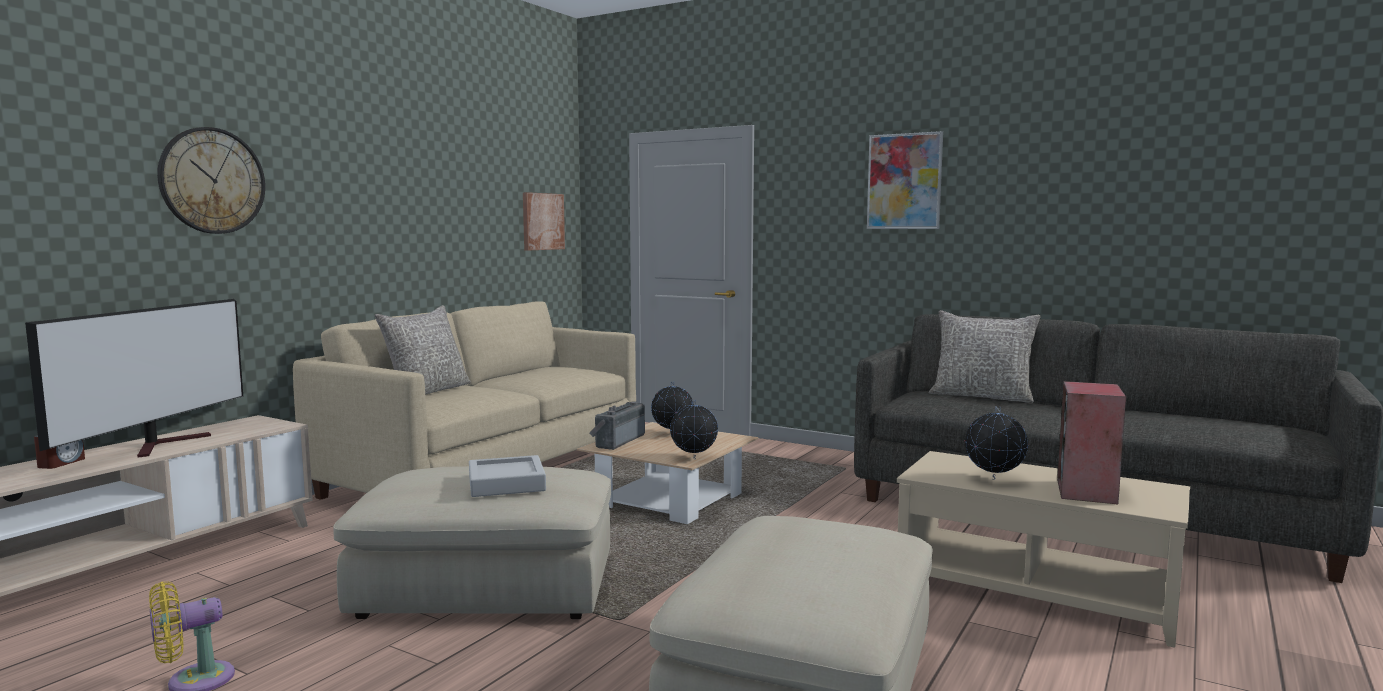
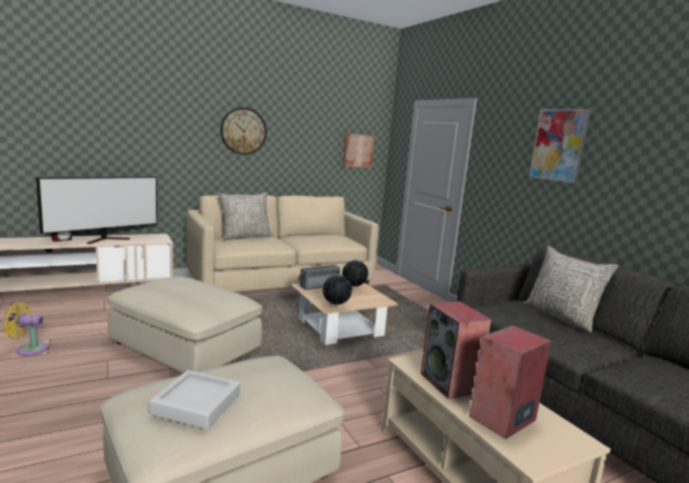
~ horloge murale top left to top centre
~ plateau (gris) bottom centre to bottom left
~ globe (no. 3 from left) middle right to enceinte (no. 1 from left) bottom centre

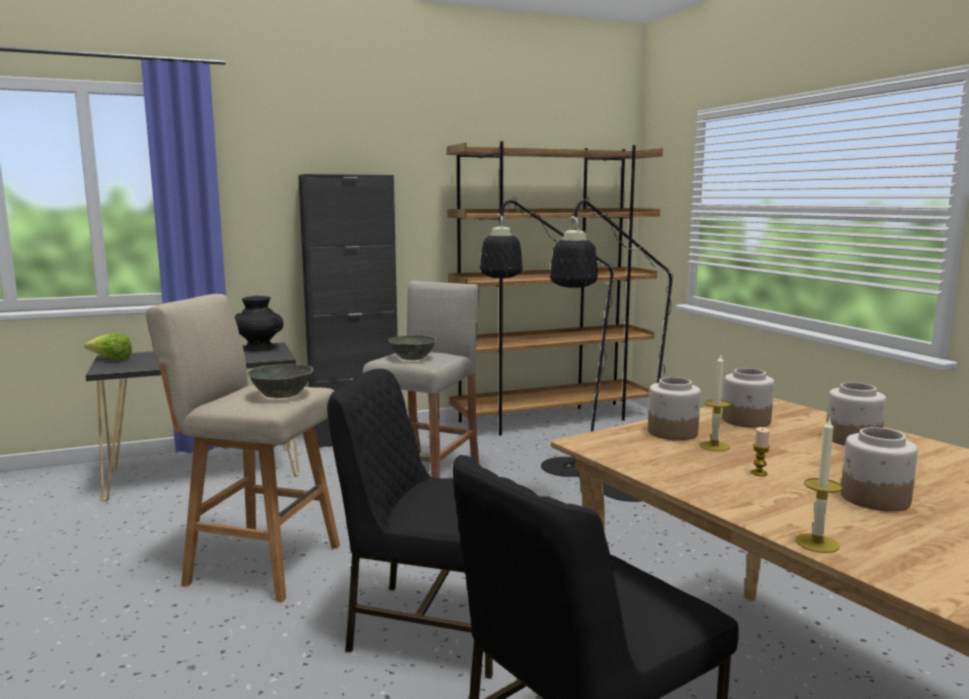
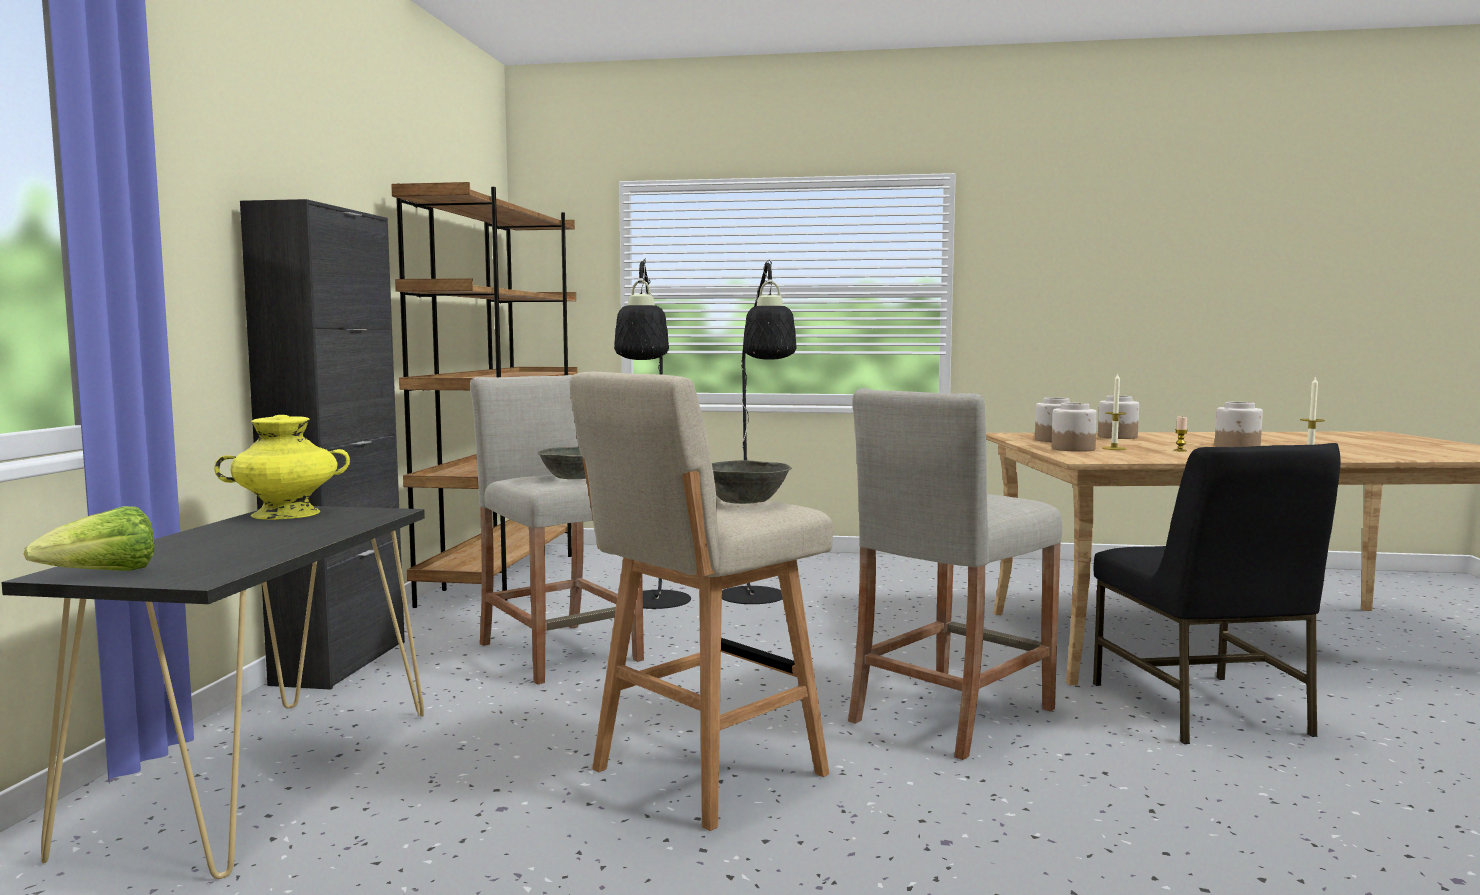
~ chaise (noir) (no. 1 from left) bottom centre to tabouret (beige) (no. 3 from left) centre
~ vase (noir) middle left to vase (jaune) middle left

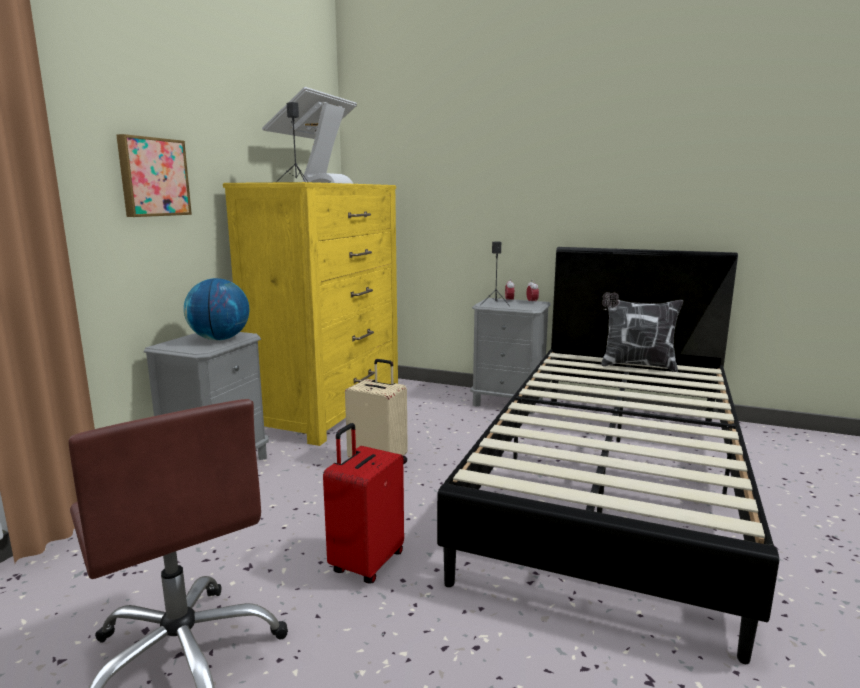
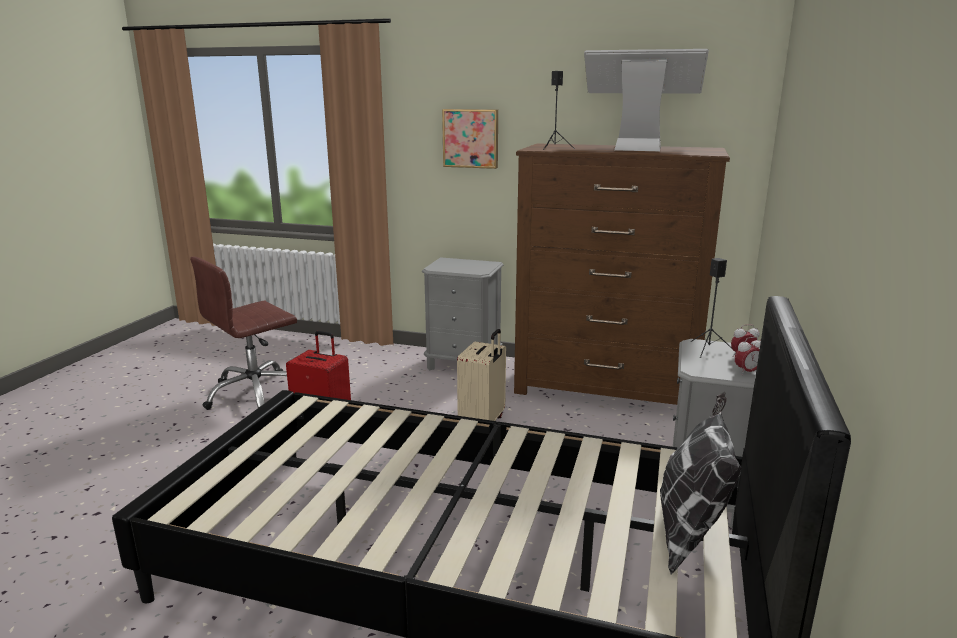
- globe middle left
~ commode (jaune) centre to commode (marron) centre

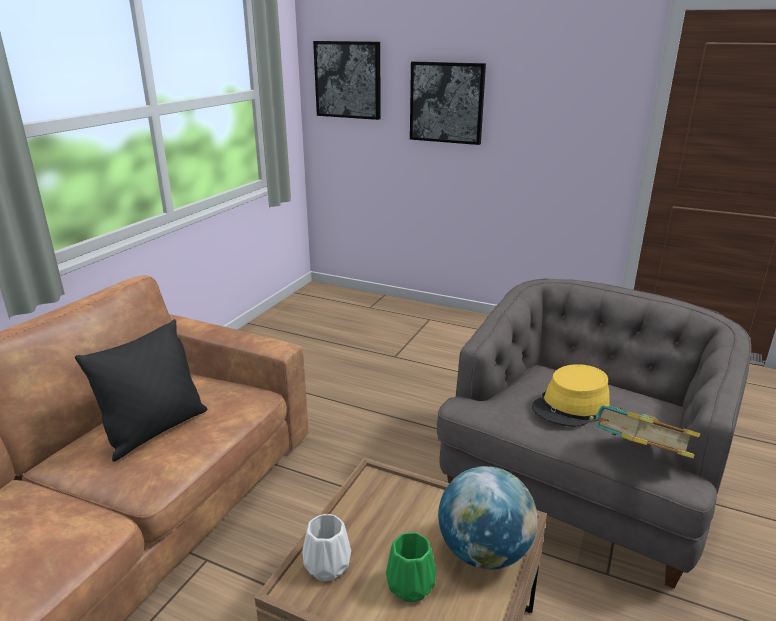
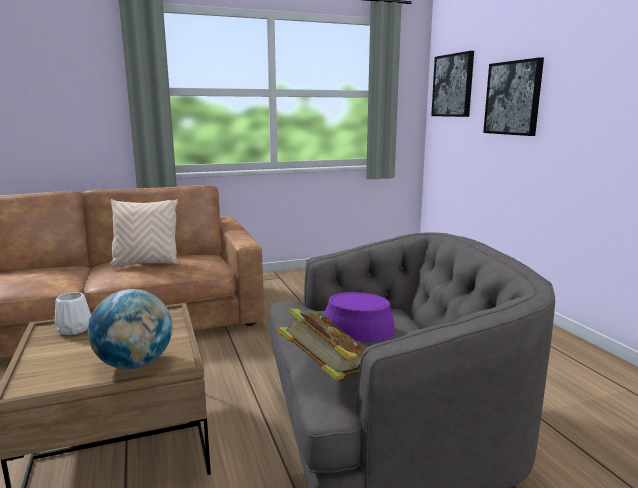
- vase (vert) bottom centre
~ coussin (noir) middle left to coussin (beige) middle left
~ chapeau (jaune) middle right to chapeau (violet) centre

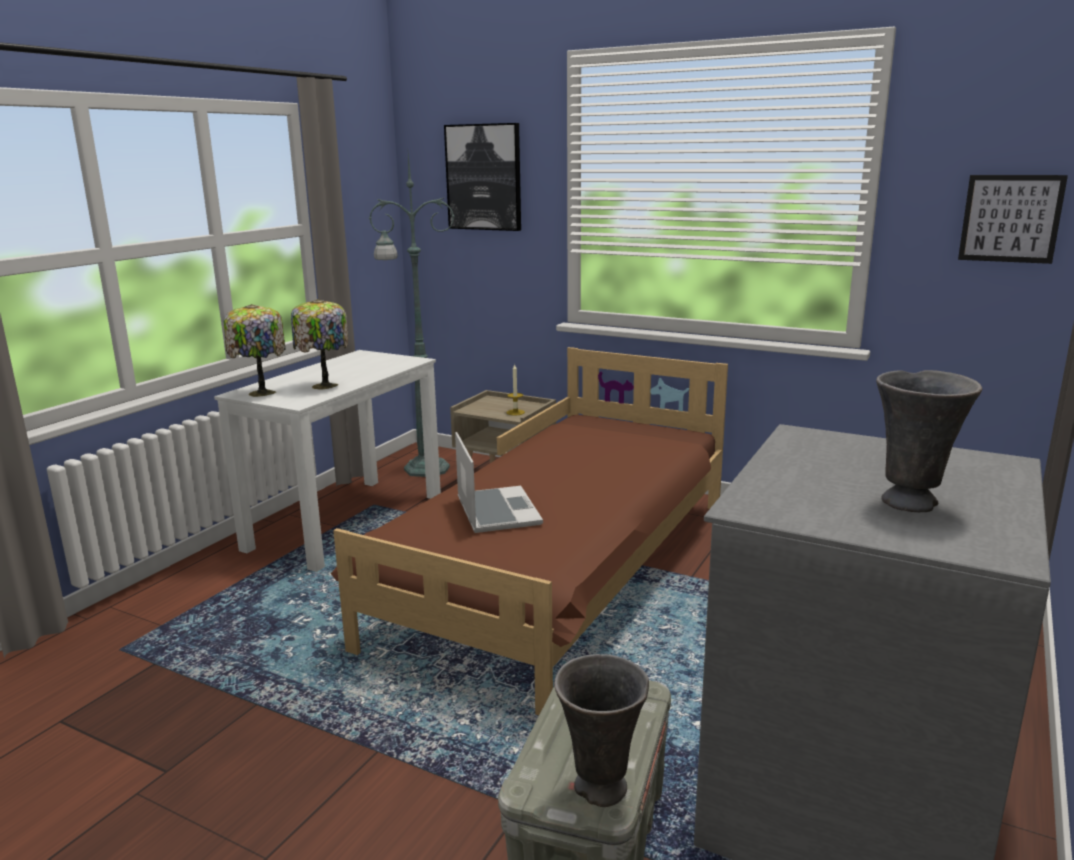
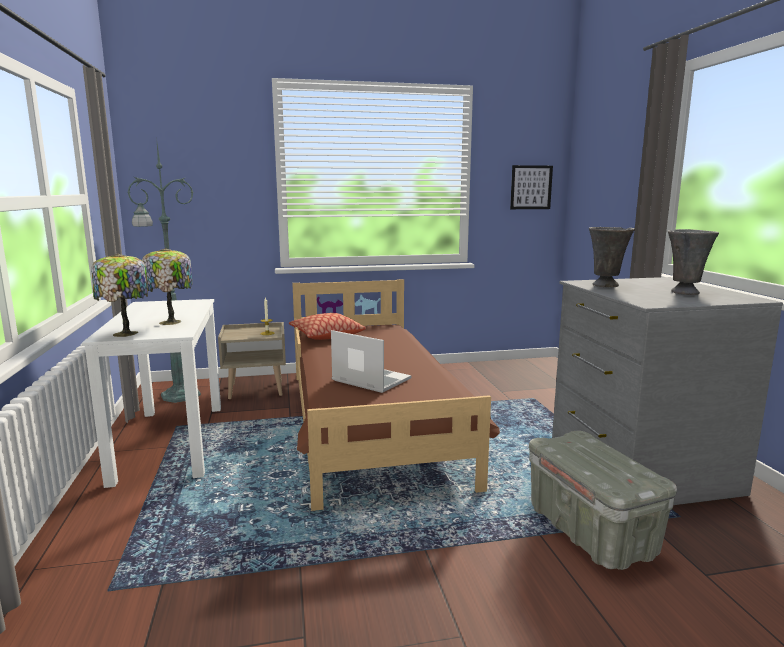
- tableau (no. 1 from left) top centre
+ coussin centre
~ vase (gris) (no. 1 from left) bottom centre to middle right

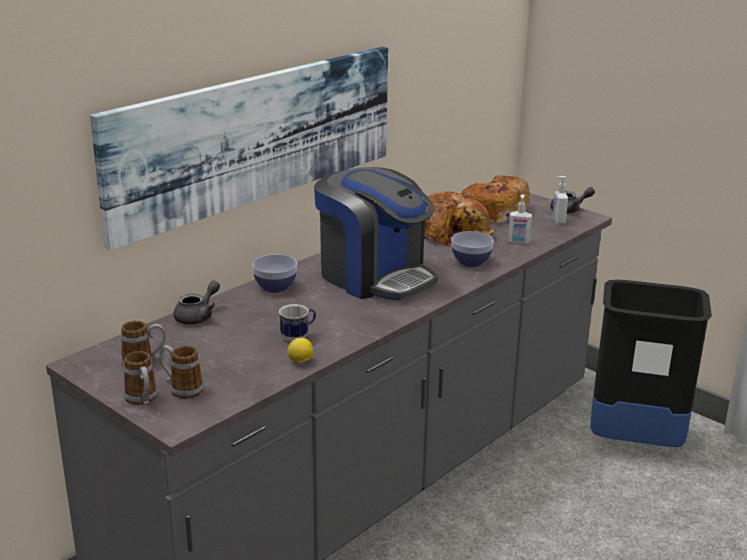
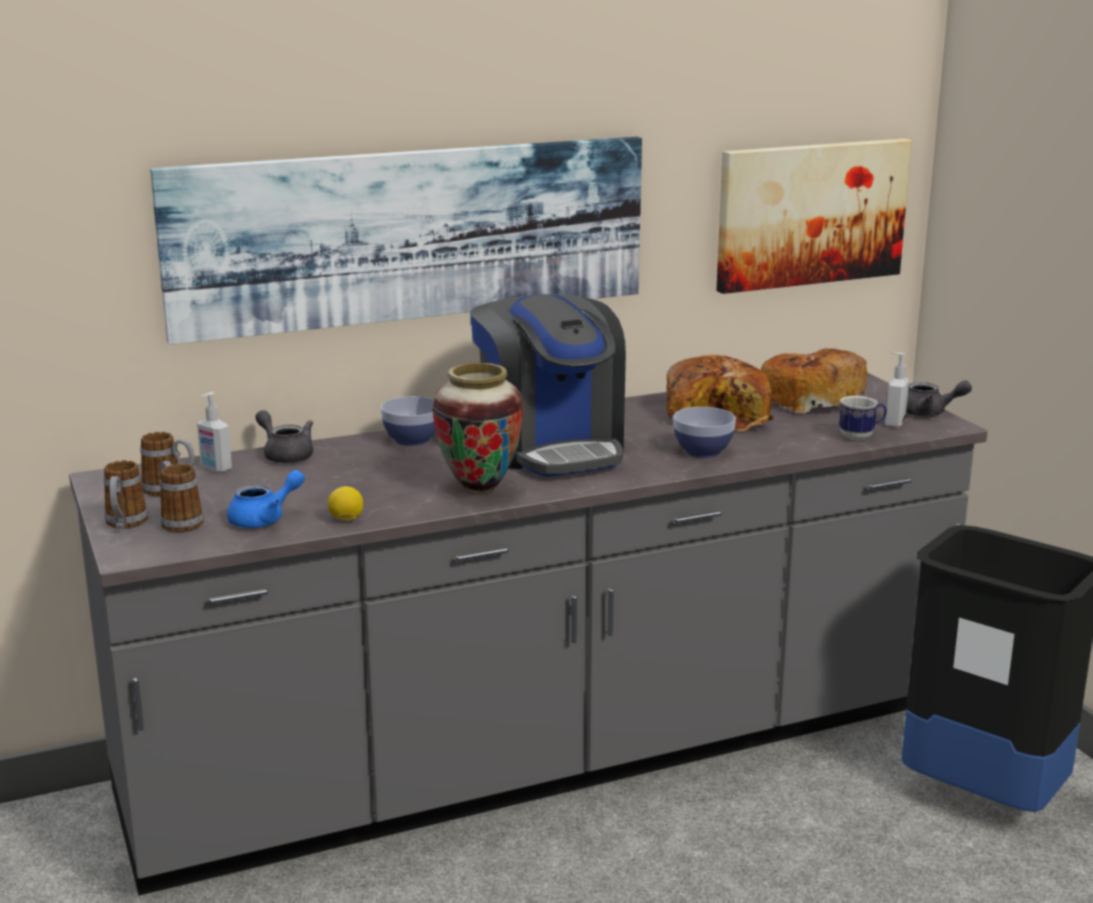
+ théière (bleu) middle left
+ vase centre
+ tableau (no. 2 from left) top right
~ mug (no. 4 from left) centre to middle right
~ distributeur de savon (no. 1 from left) middle right to middle left
~ théière (gris) (no. 1 from left) middle left = middle left 105 degrees counterclockwise

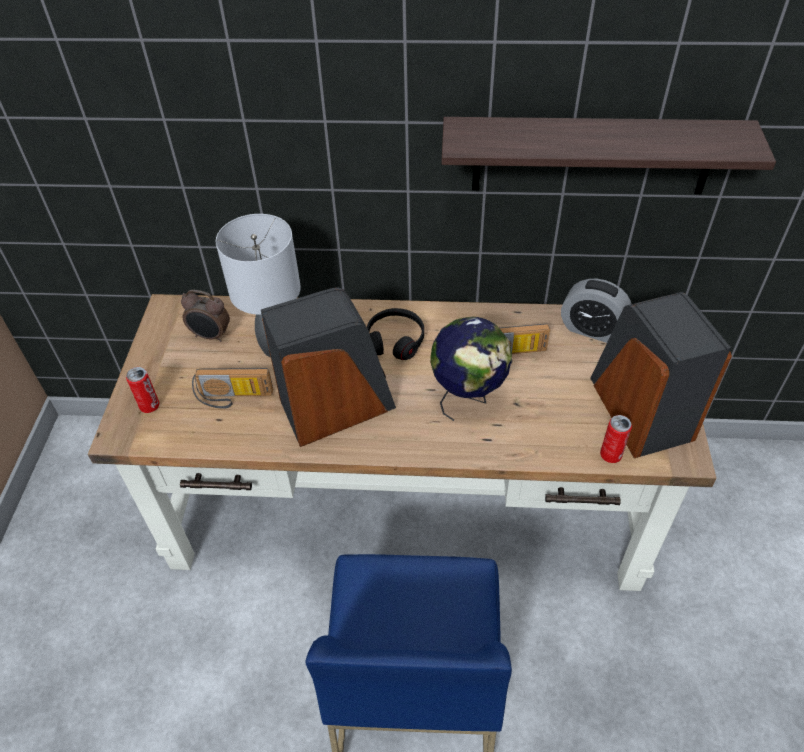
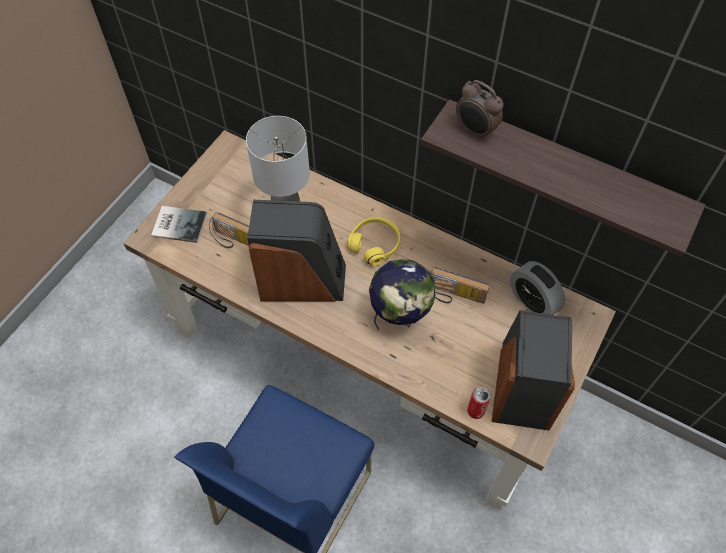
~ réveil (no. 1 from left) middle left to top centre
~ boîte métallique (no. 1 from left) middle left to livre middle left
~ casque audio (noir) centre to casque audio (jaune) centre

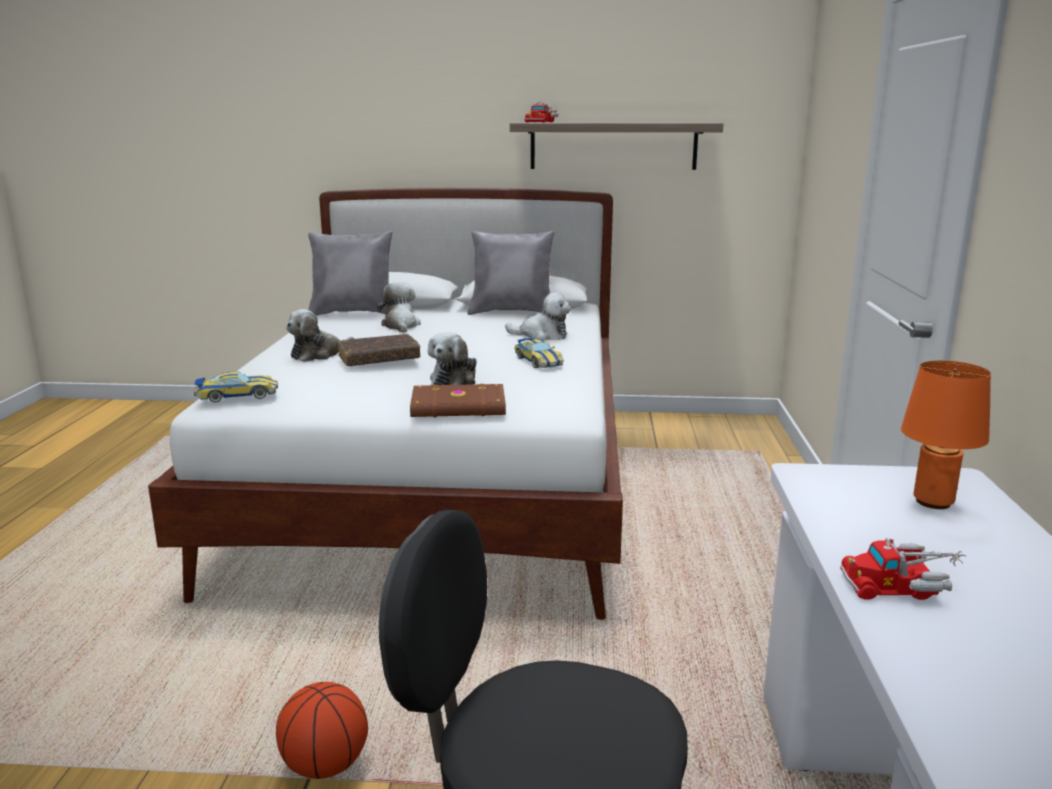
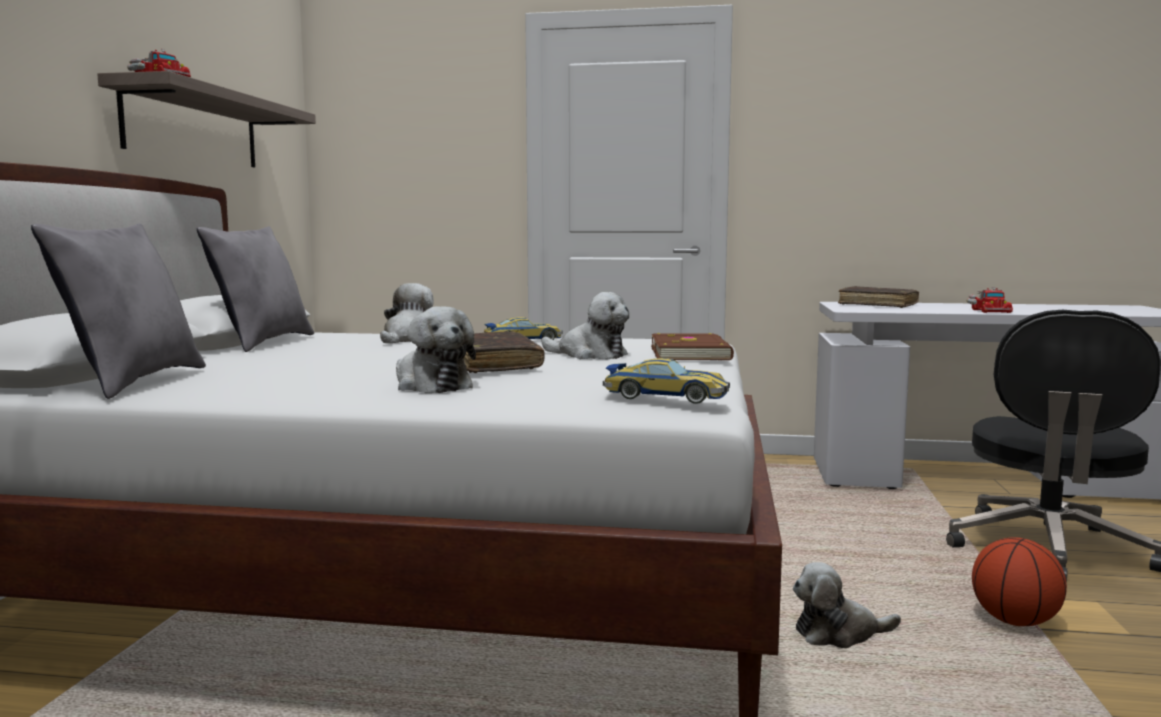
~ peluche (no. 2 from left in the first image) centre to peluche (no. 4 from left) bottom right
~ lampe de table (orange) middle right to livre (marron) (no. 3 from left) middle right
~ petite voiture (no. 1 from left in the first image) middle left = centre 120 degrees clockwise

